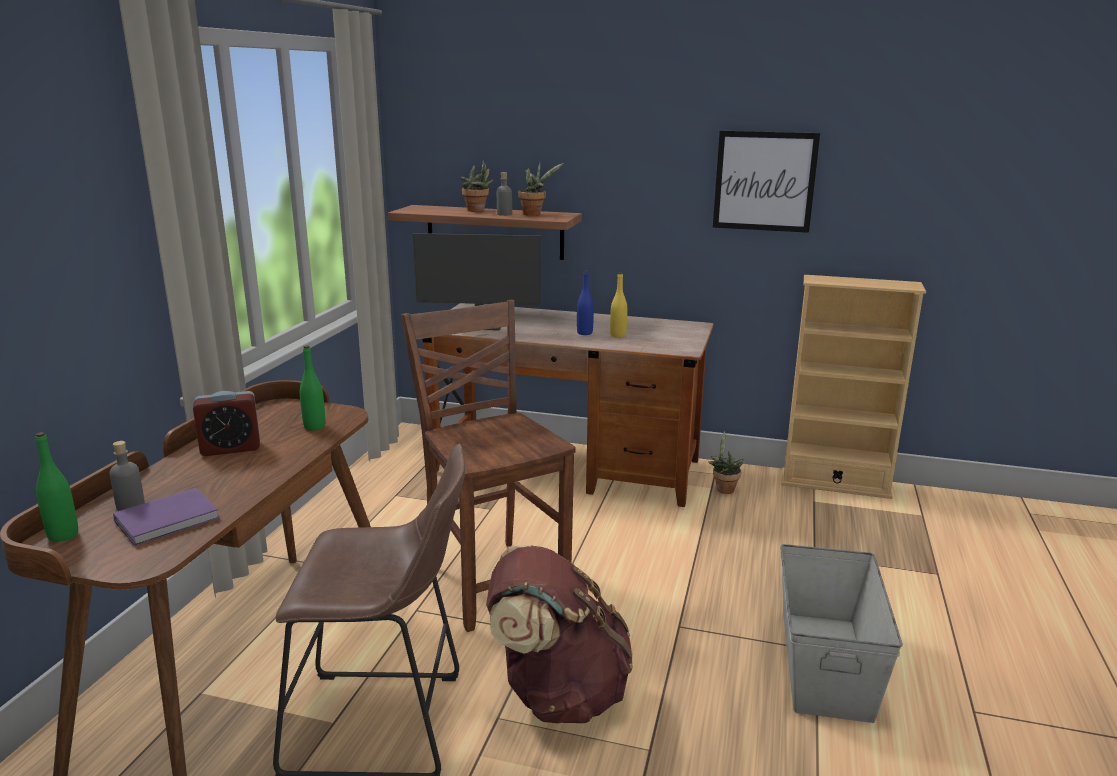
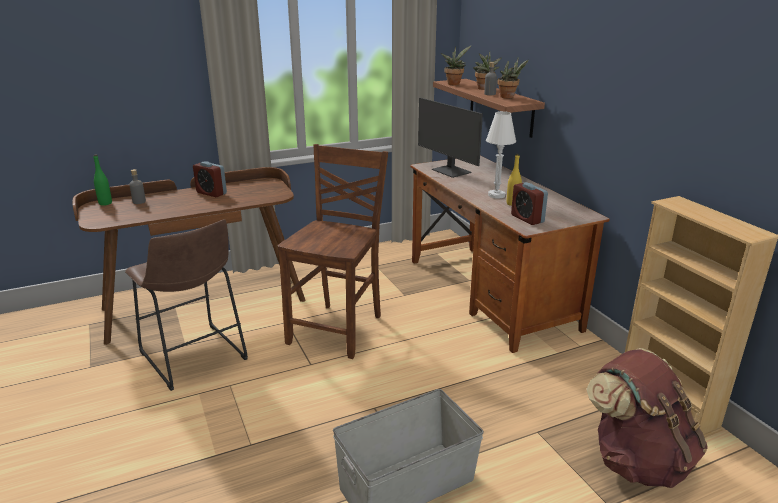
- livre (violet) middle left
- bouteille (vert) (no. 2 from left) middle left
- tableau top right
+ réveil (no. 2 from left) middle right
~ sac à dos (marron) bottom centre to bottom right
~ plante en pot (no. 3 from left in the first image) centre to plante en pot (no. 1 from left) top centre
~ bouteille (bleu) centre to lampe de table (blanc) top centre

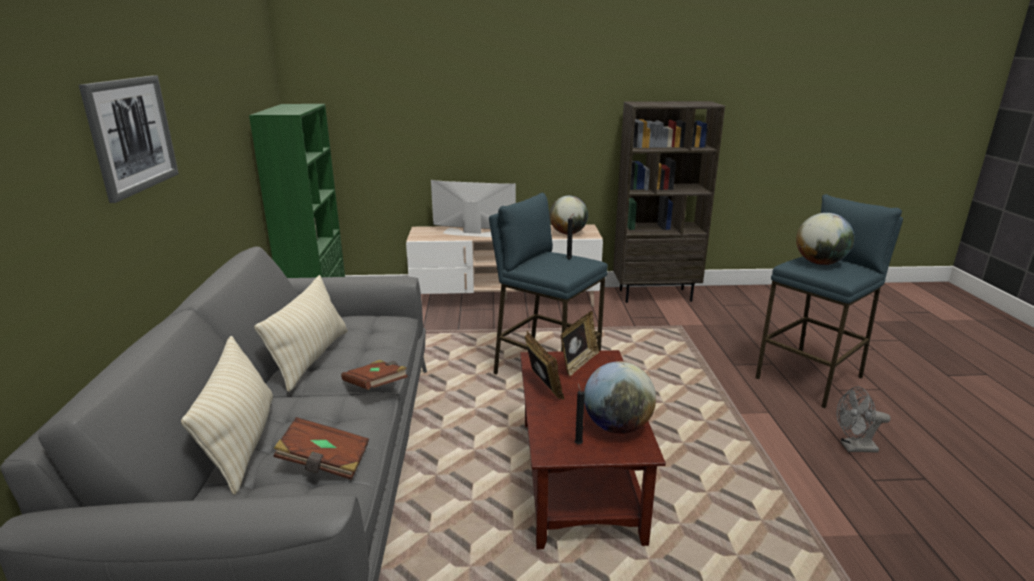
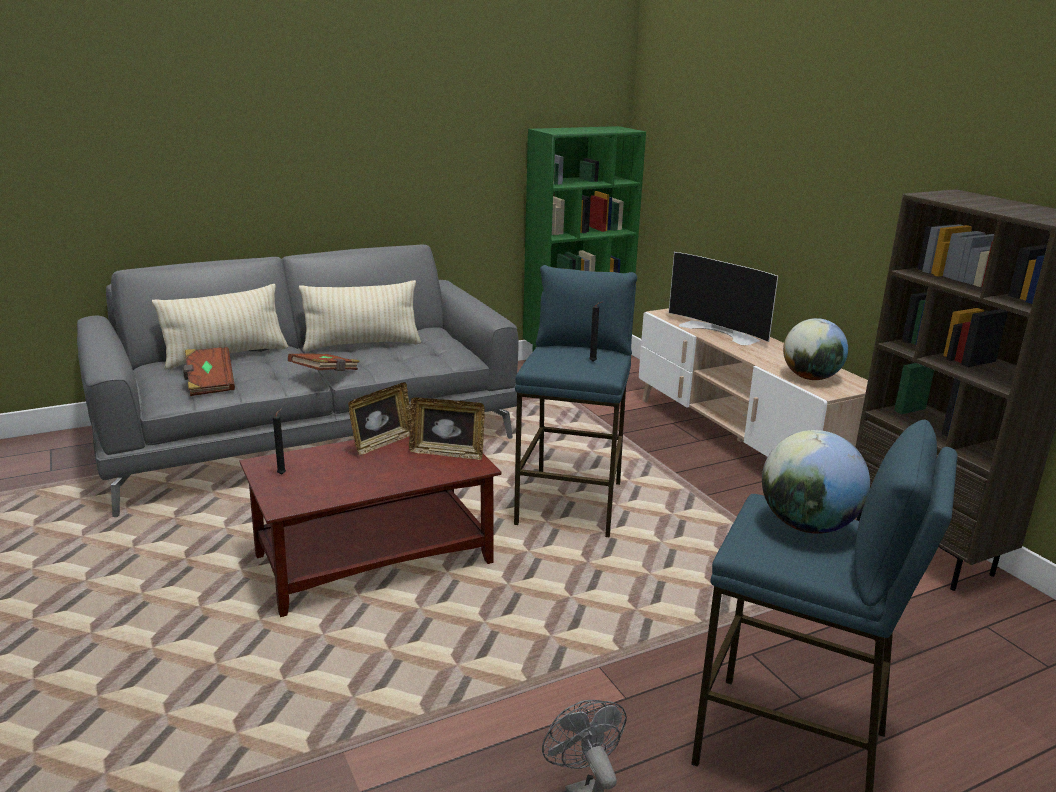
- tableau top left
- globe (no. 2 from left) bottom centre
~ téléviseur centre = middle right 150 degrees clockwise

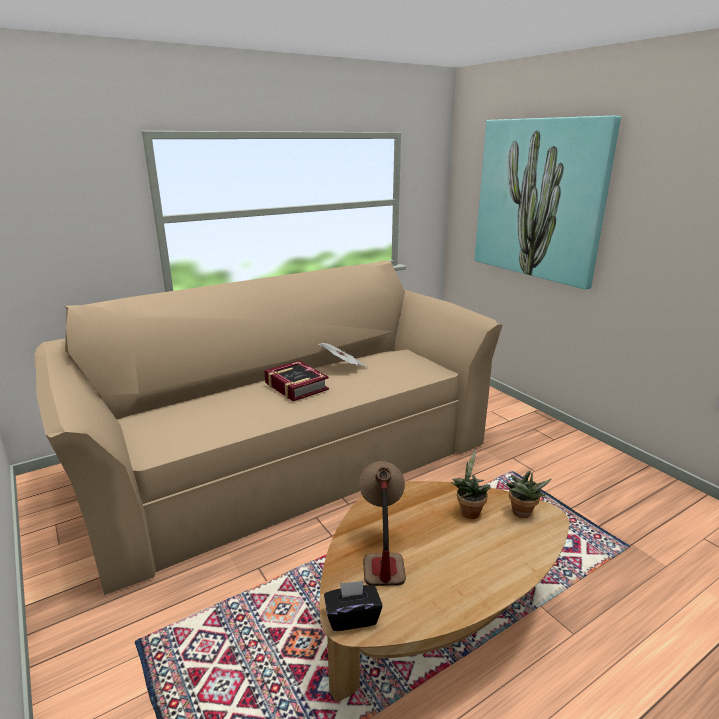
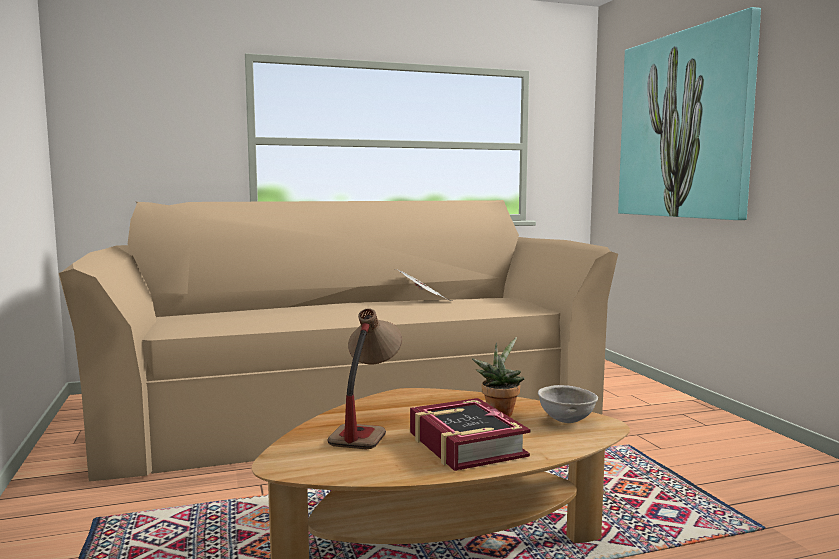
- boîte à mouchoirs (noir) bottom centre
~ livre centre to bottom centre
~ plante en pot (no. 2 from left) bottom right to bol (gris) bottom right

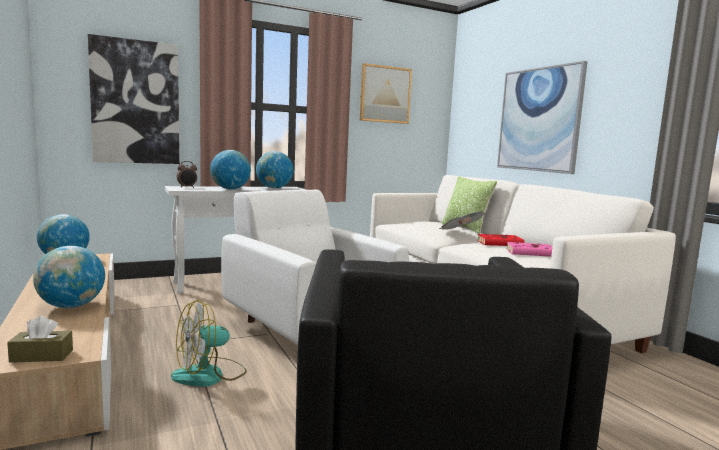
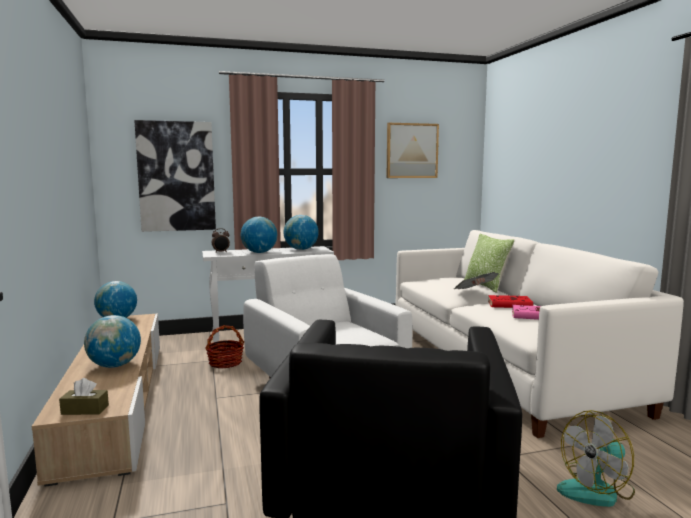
- tableau (no. 3 from left) top right
+ panier bottom left
~ ventilateur bottom left to bottom right

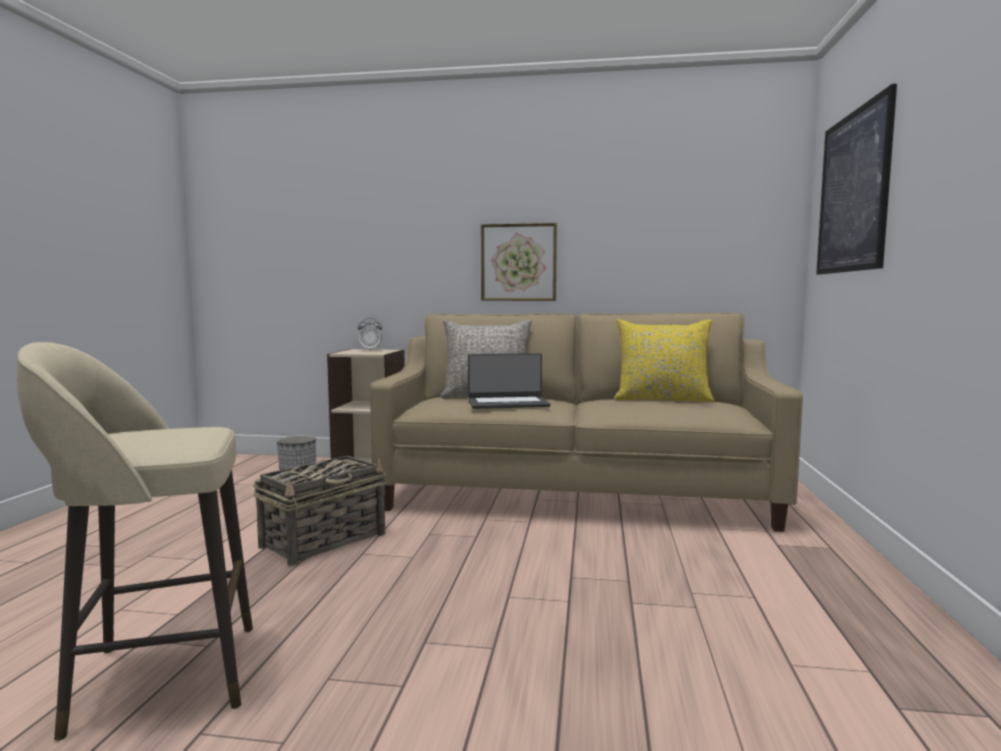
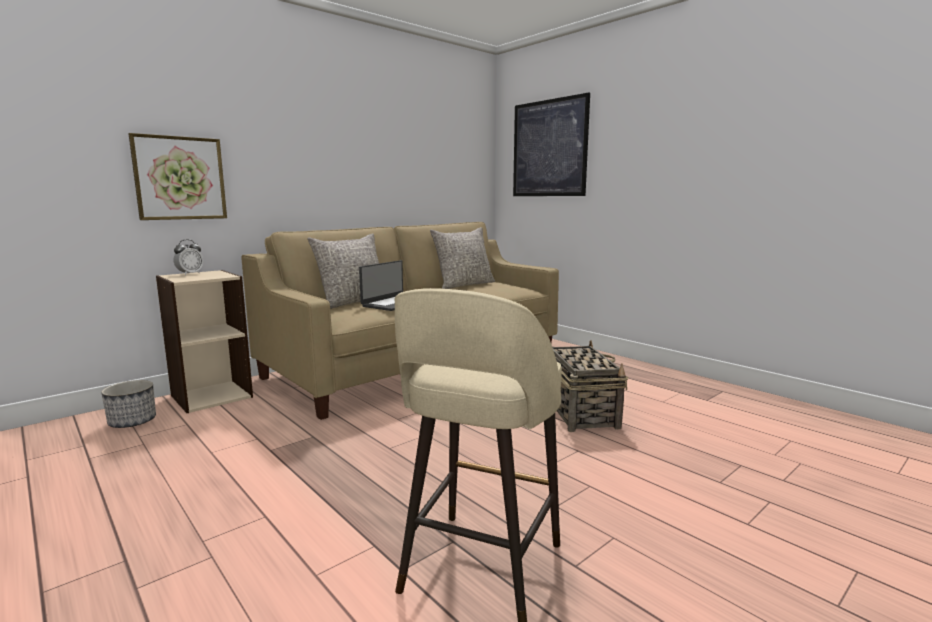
~ panier bottom left to centre
~ tableau (no. 1 from left) centre to top left
~ coussin (jaune) centre to coussin (gris) (no. 2 from left) centre

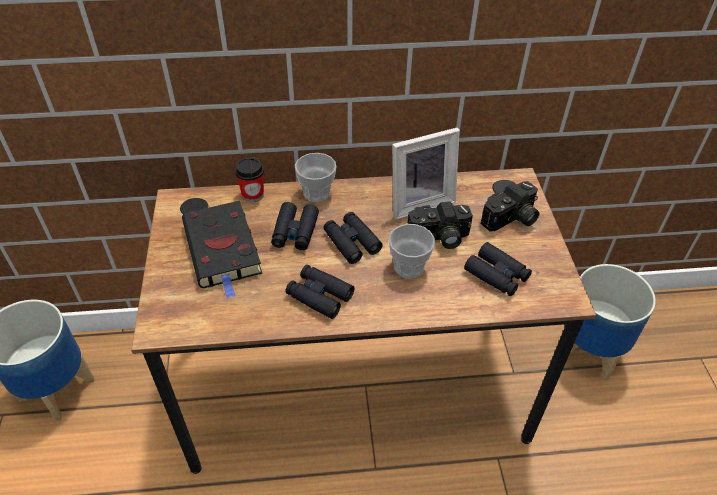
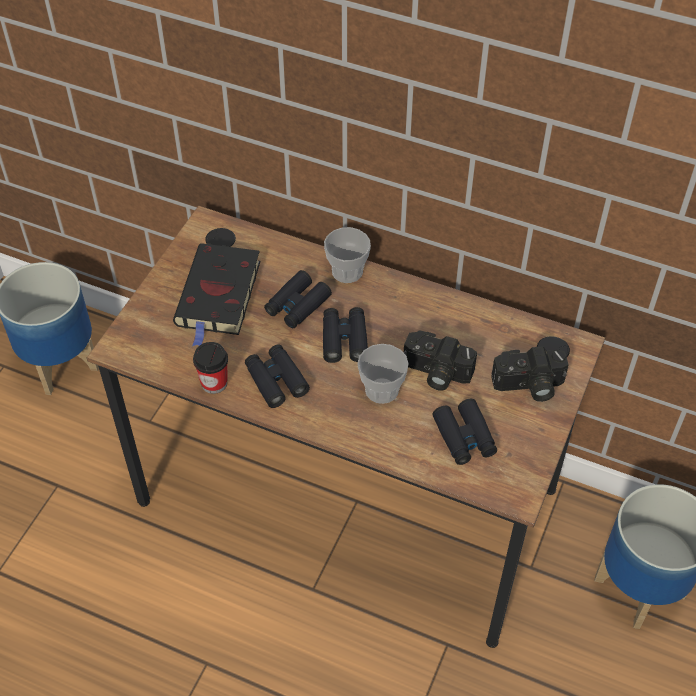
- cadre photo centre
~ tasse (no. 1 from left) centre to middle left

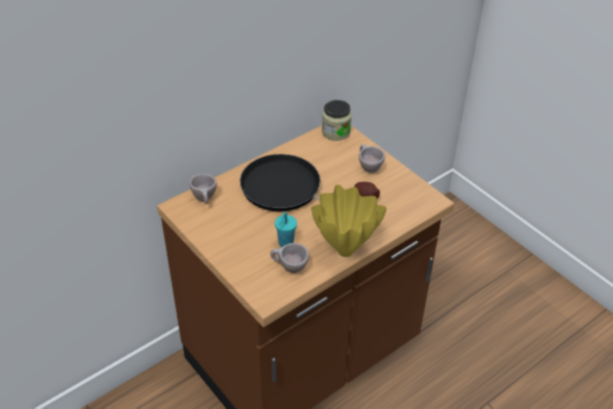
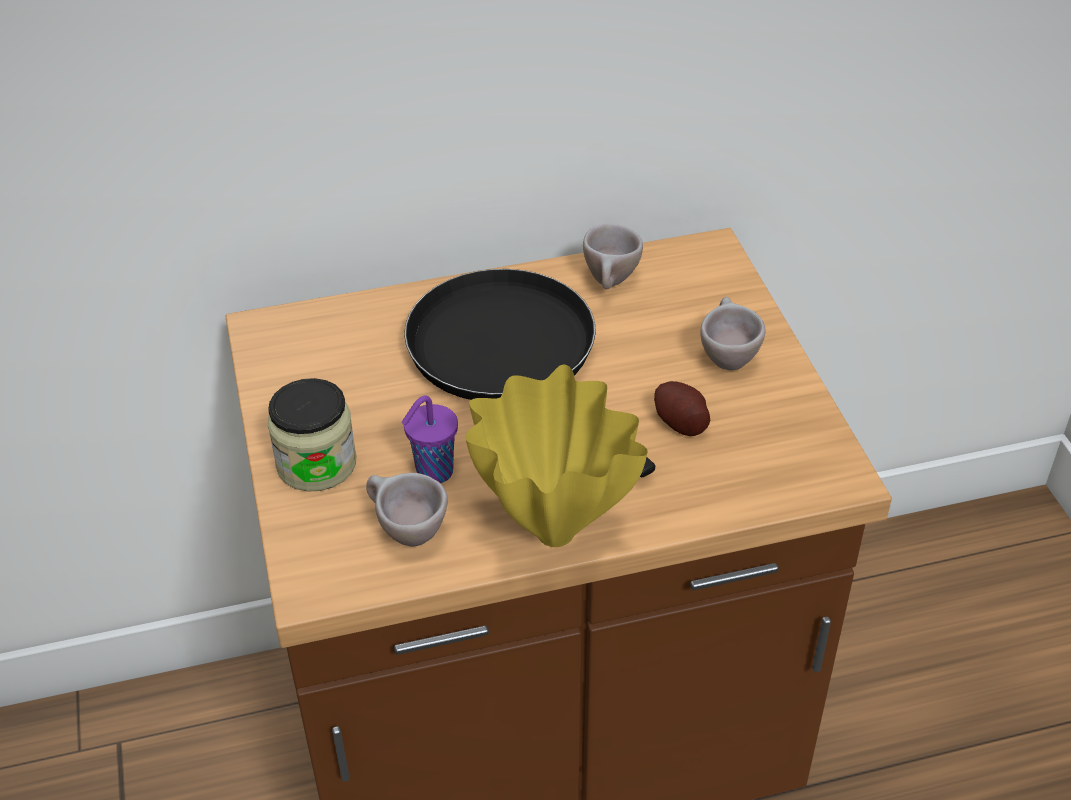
~ tasse (beige) (no. 1 from left in the first image) middle left to tasse (beige) (no. 2 from left) top centre
~ bocal top centre to middle left
~ tasse (turquoise) centre to tasse (violet) centre

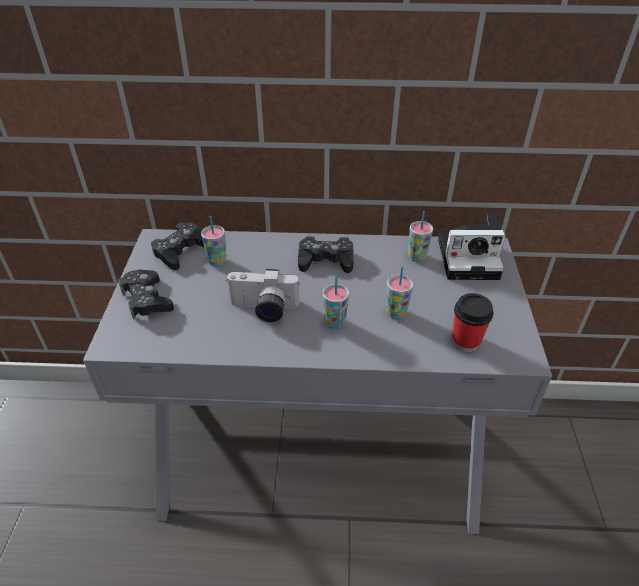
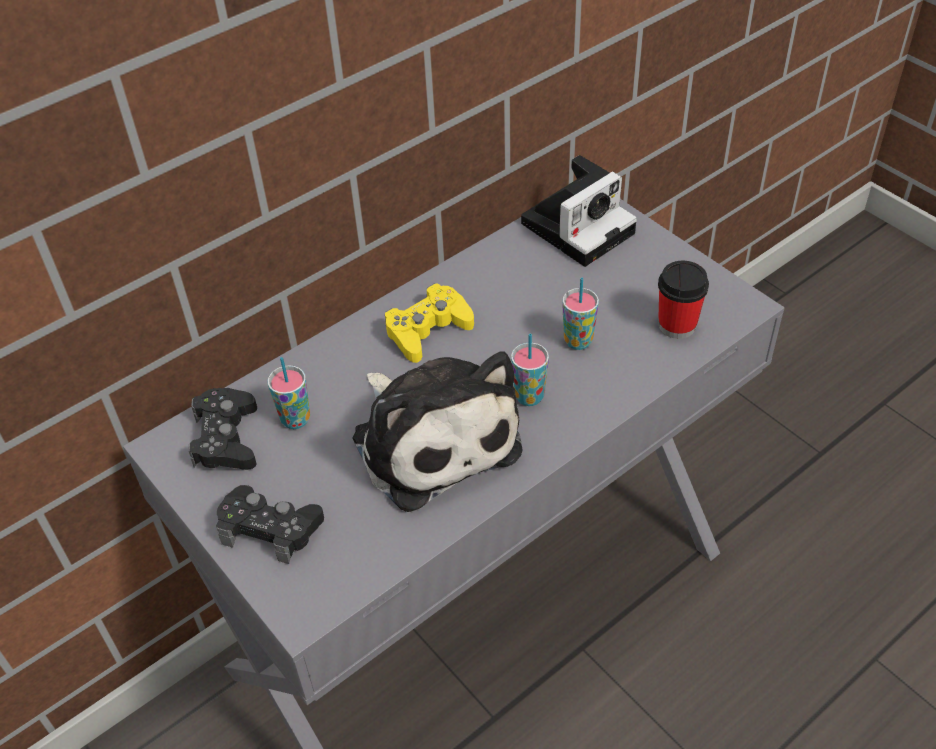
- tasse (no. 4 from left) centre
~ appareil photo (no. 1 from left) centre to peluche centre
~ manette (noir) (no. 3 from left) centre to manette (jaune) centre

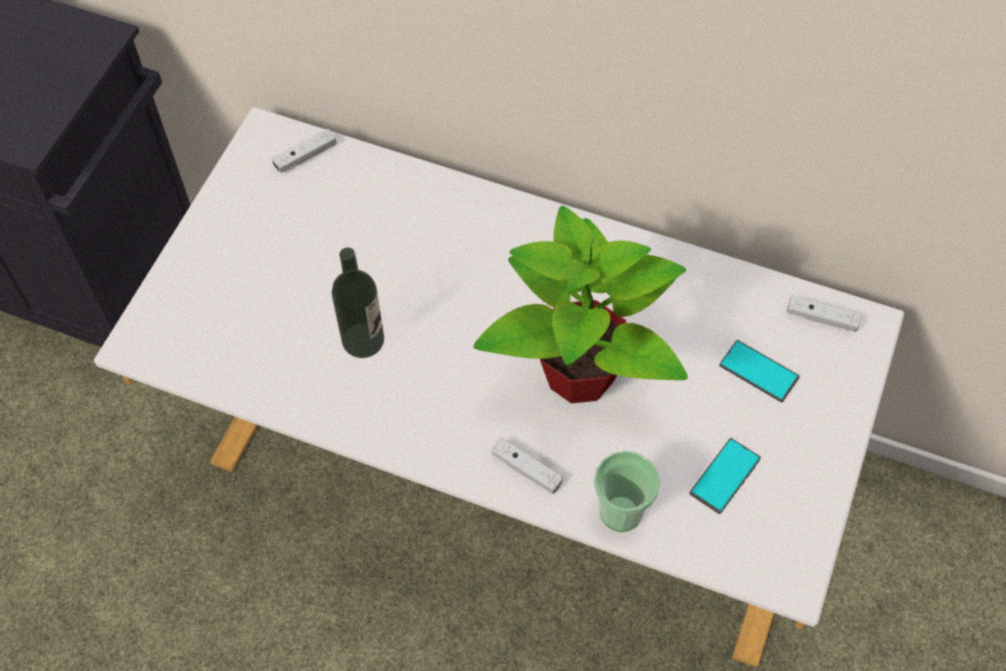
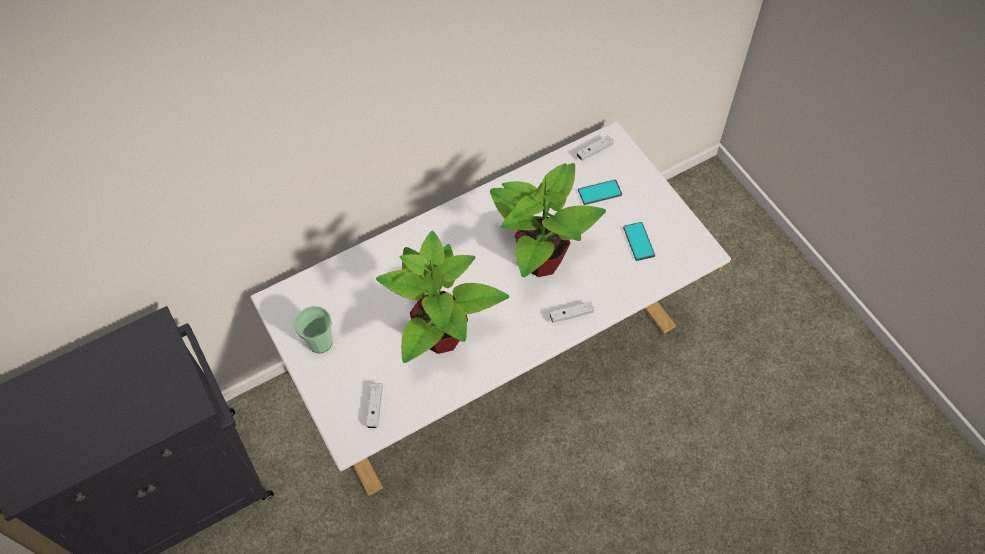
~ manette (blanc) (no. 1 from left) top left to bottom centre
~ tasse bottom centre to middle left
~ bouteille centre to plante en pot (no. 1 from left) centre

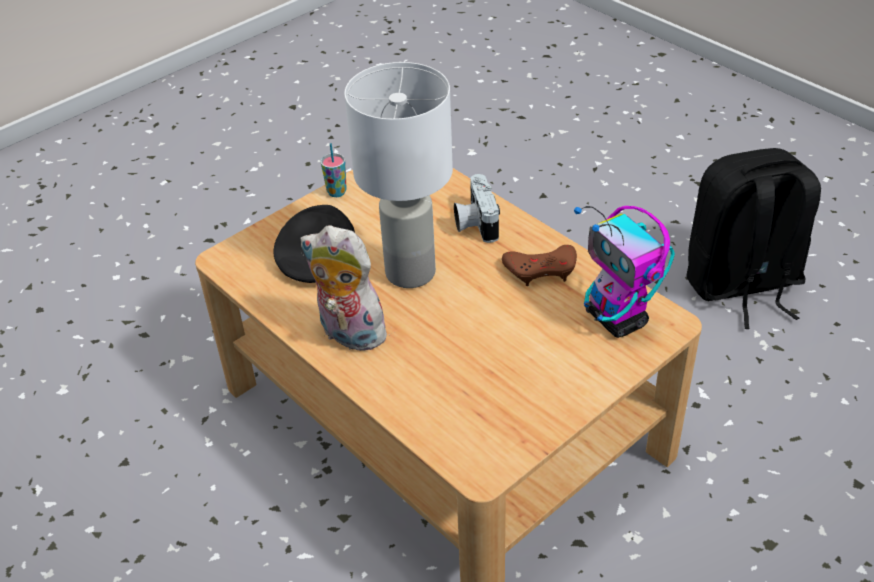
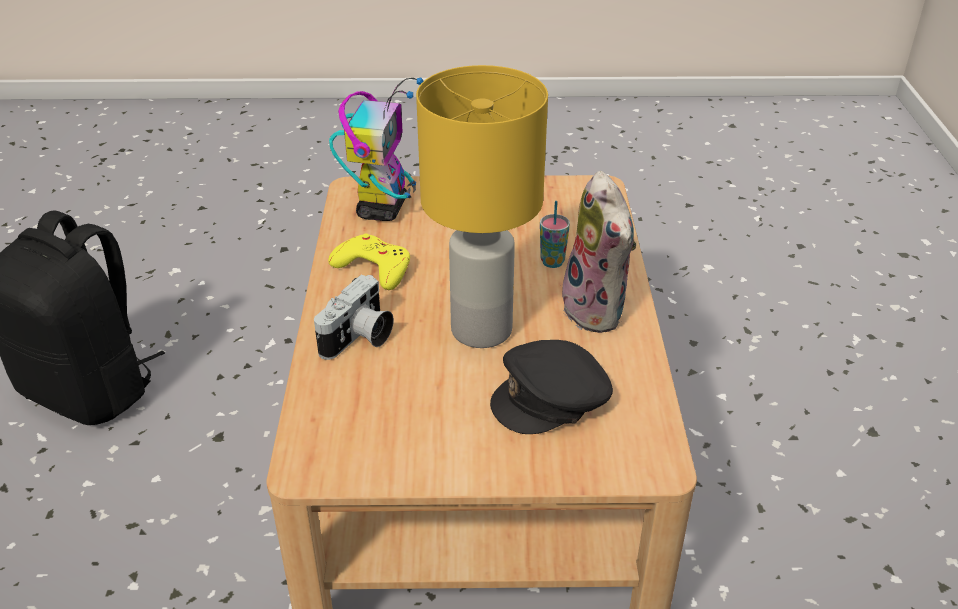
~ tasse top centre to centre
~ lampe de table (blanc) top centre to lampe de table (jaune) centre
~ manette (marron) centre to manette (jaune) centre

